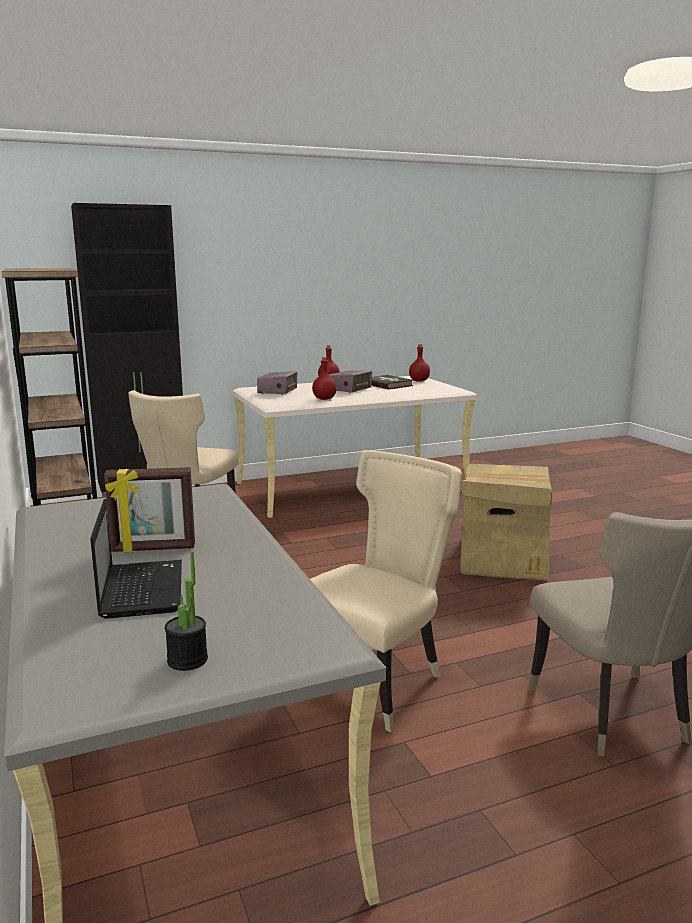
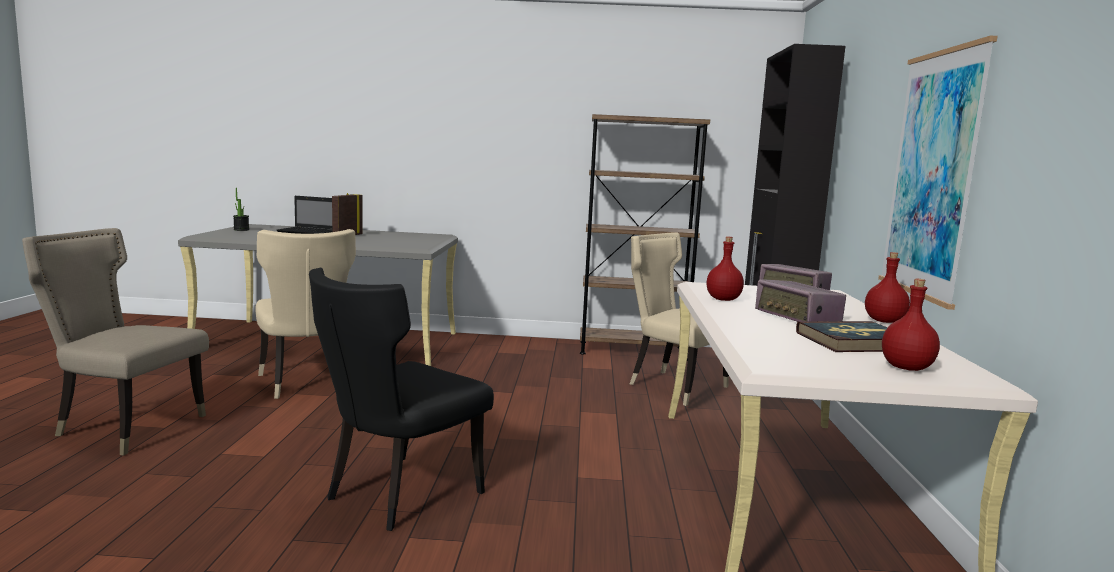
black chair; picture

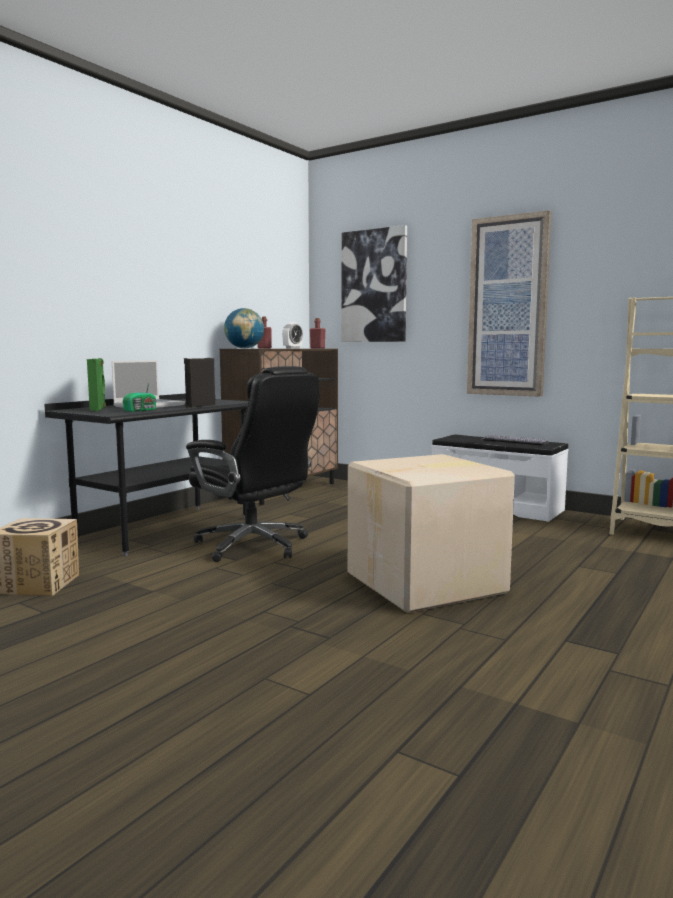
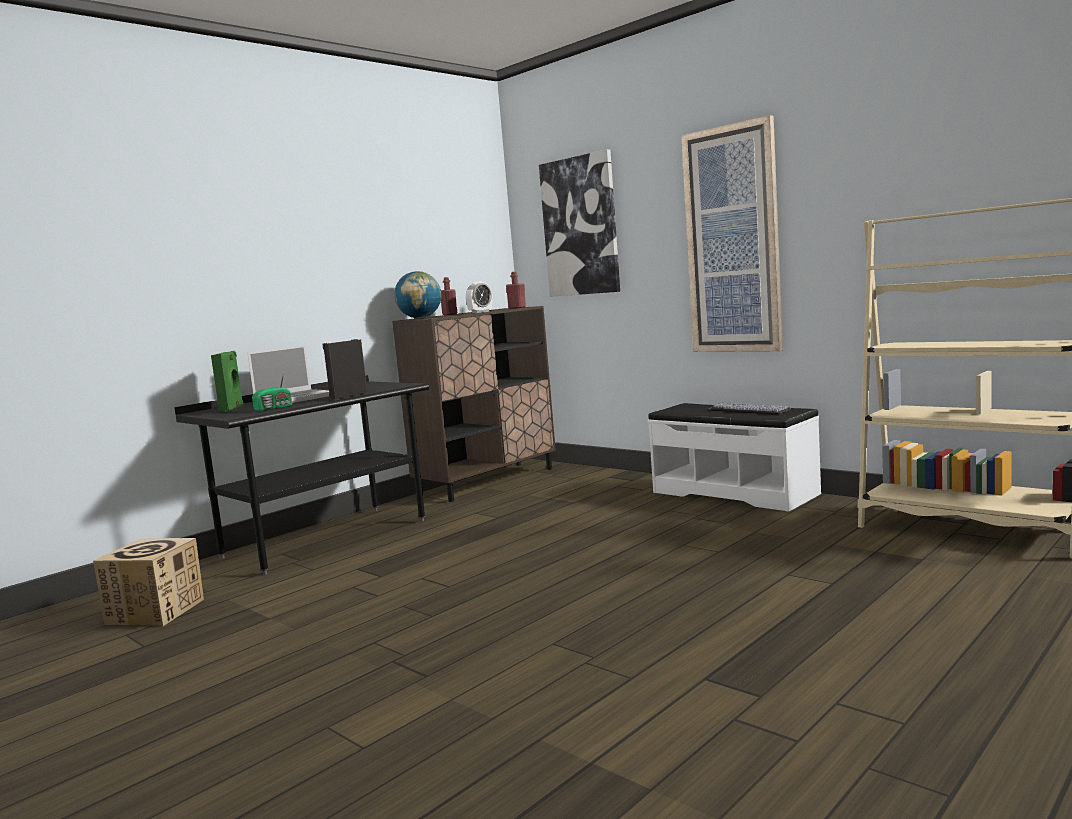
black office chair; cardboard box (2nd from left in the first image)

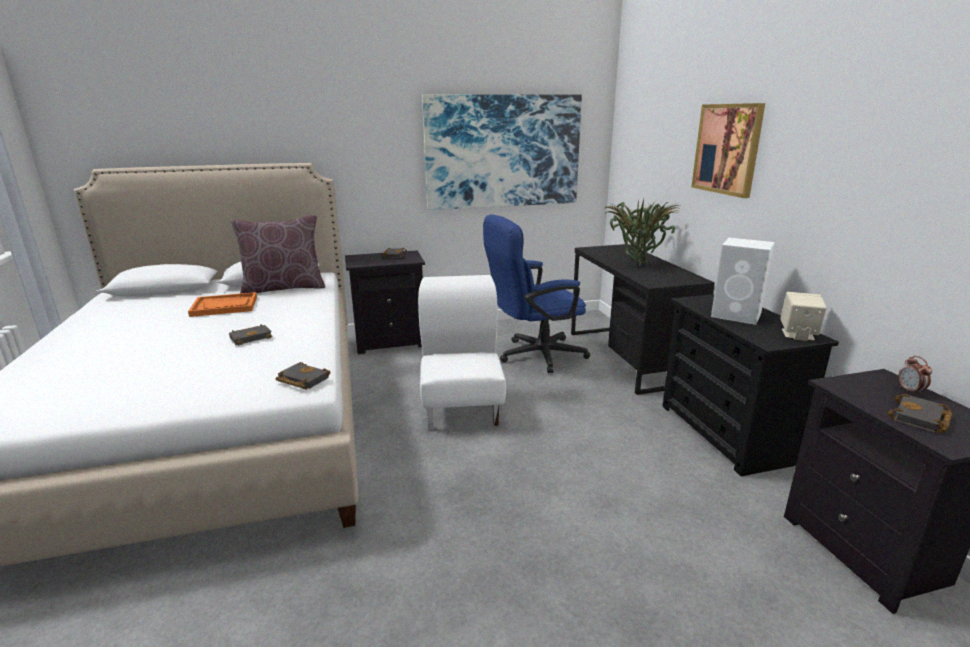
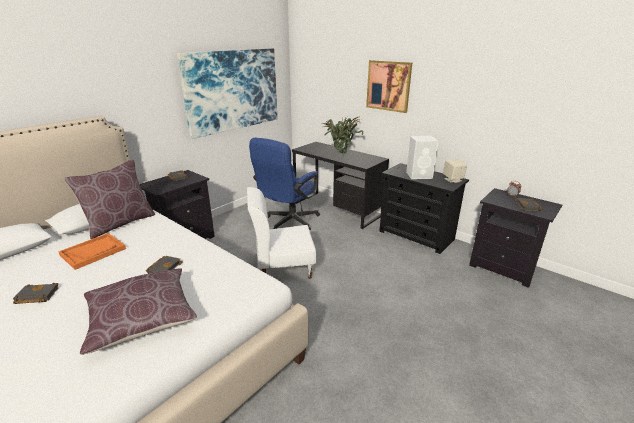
black book (1st from left); white chair; brown pillow (2nd from left)

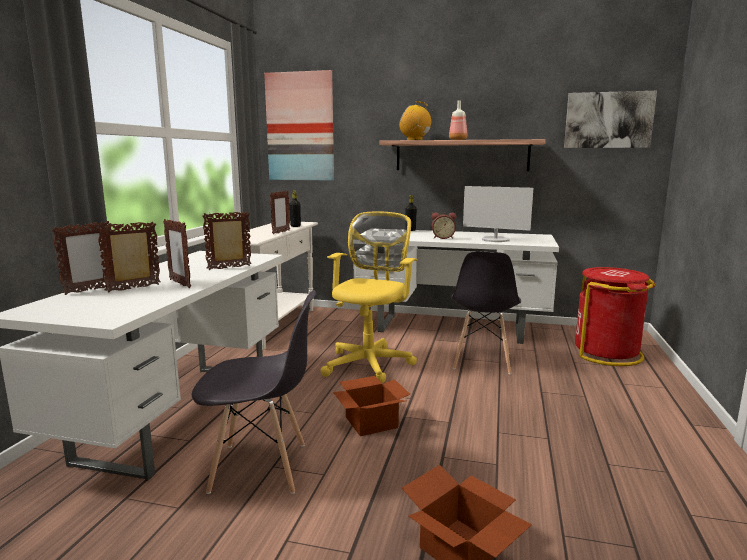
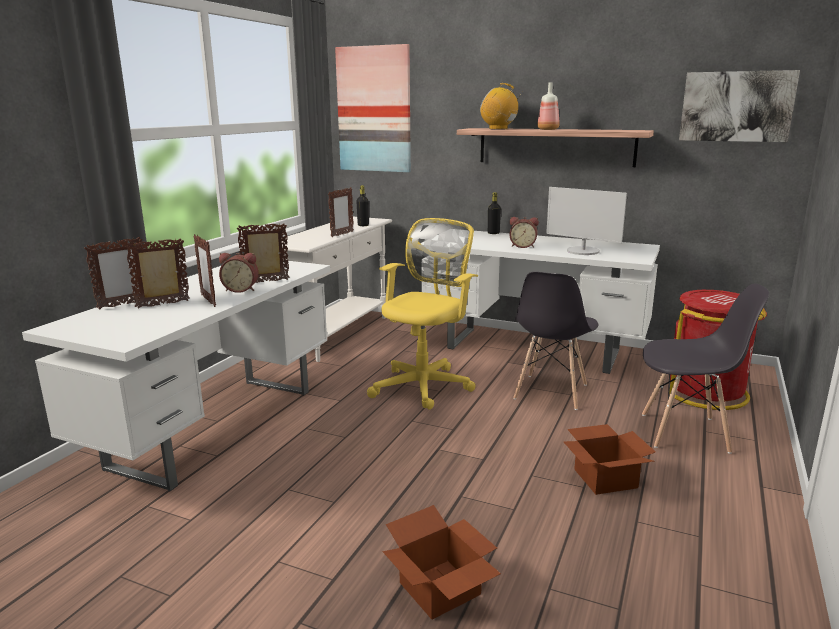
grey chair (2nd from left); cardboard box (2nd from left); alarm clock (1st from left)

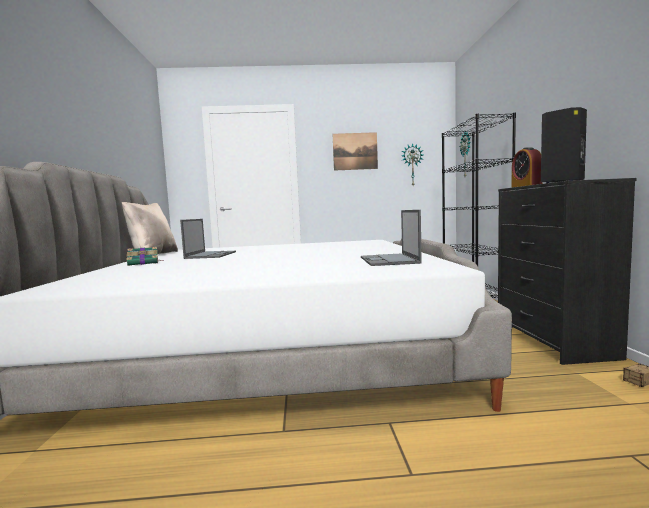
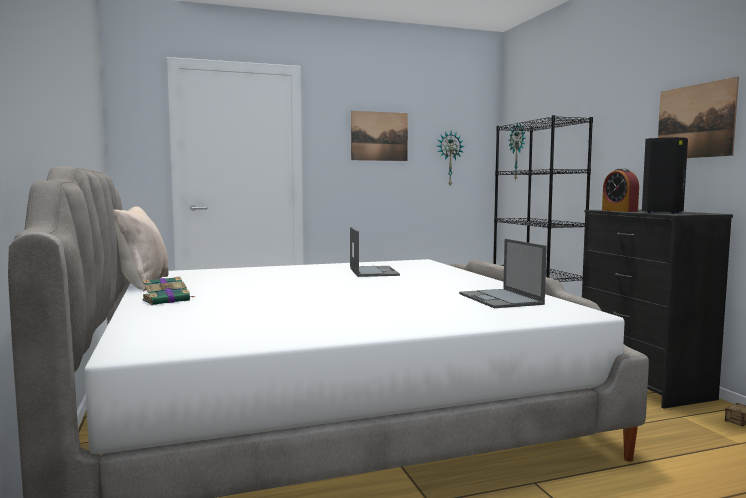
laptop (1st from left); picture (2nd from left)

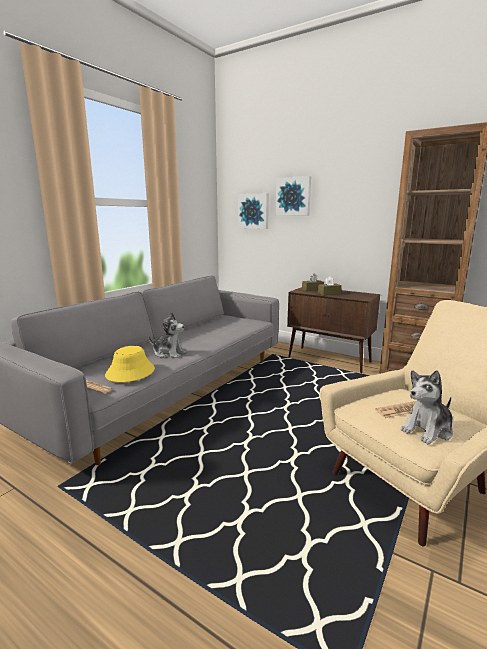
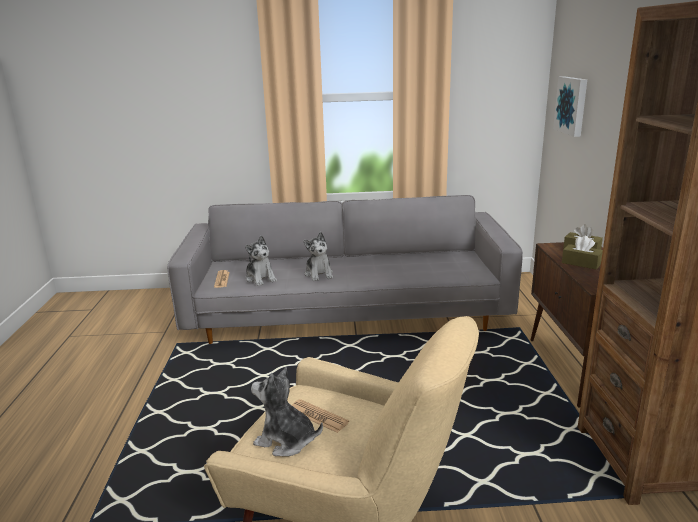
plush toy (1st from left); picture (2nd from left in the first image)

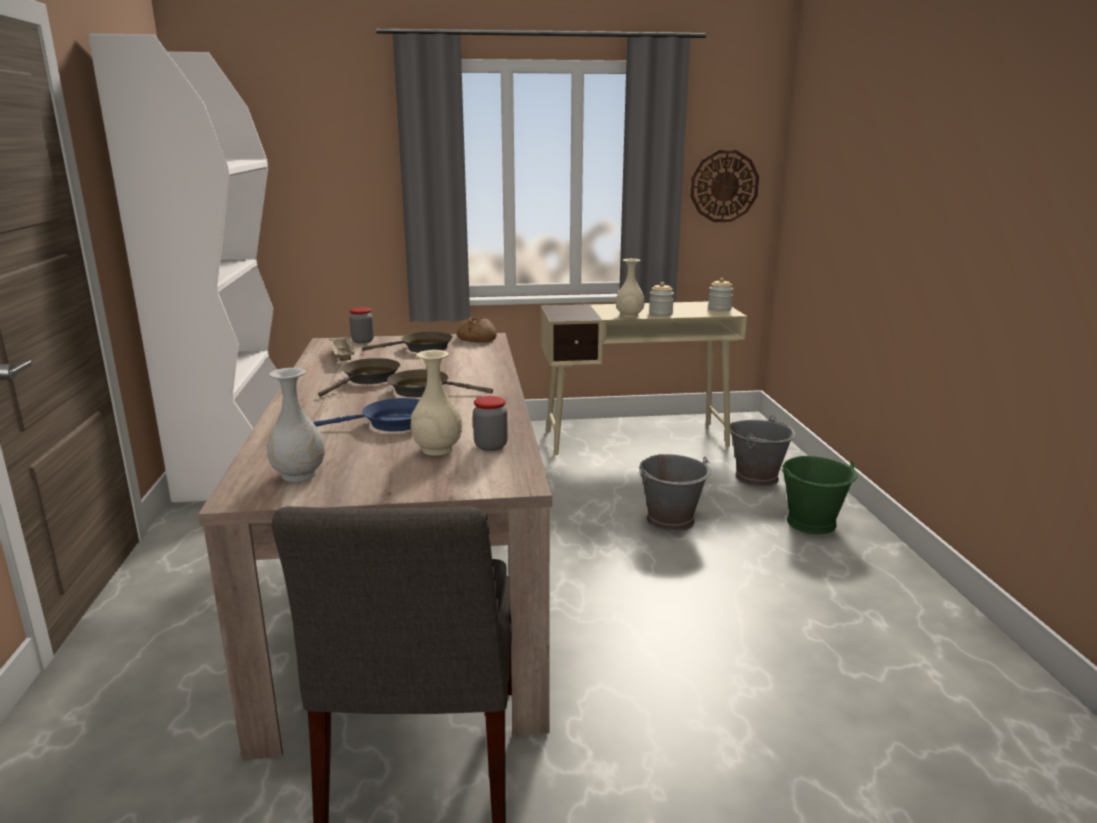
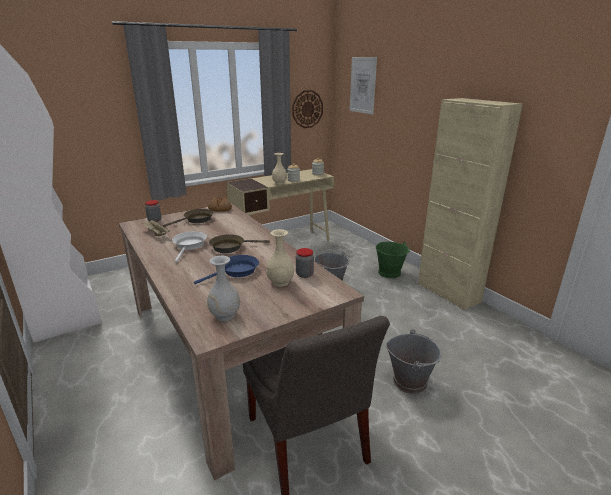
white frying pan; grey bucket (2nd from left); picture; beige cabinet

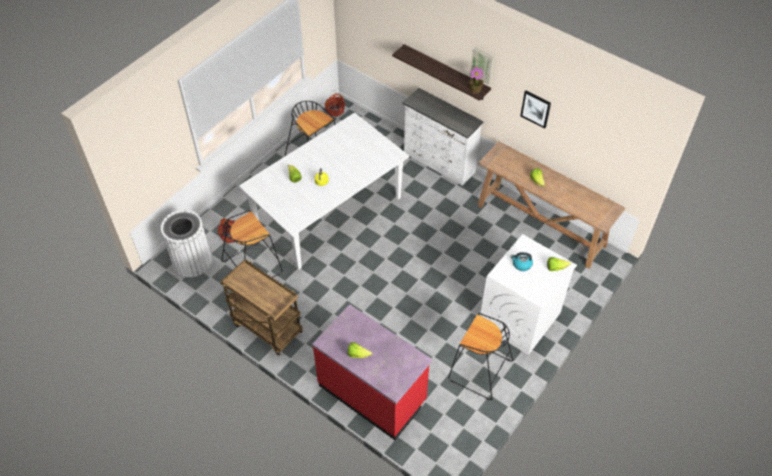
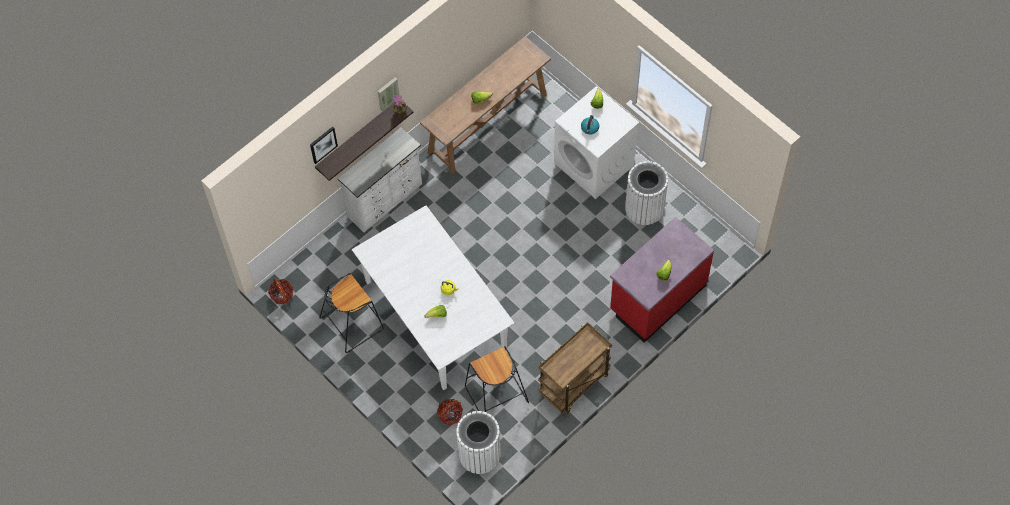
white trash can (2nd from left); picture (1st from left)

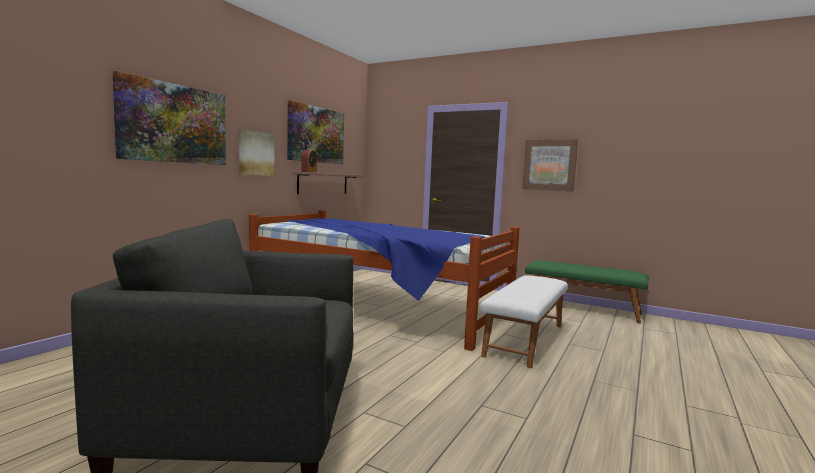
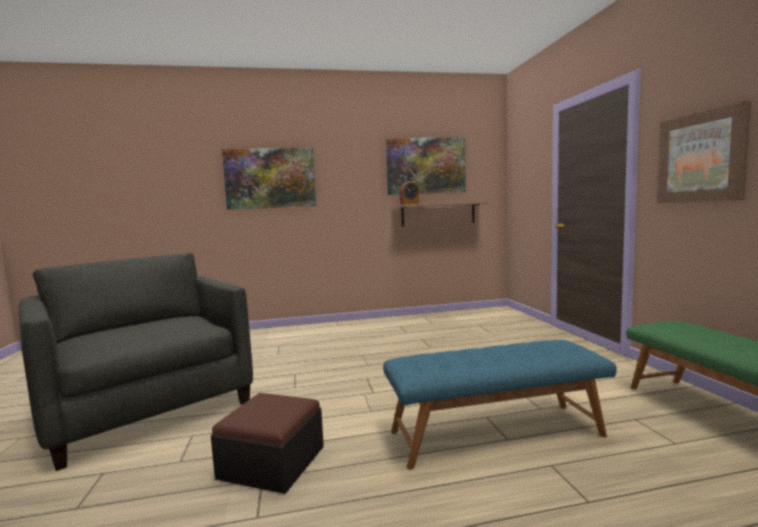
picture (2nd from left in the first image); bed; blue bench; ottoman

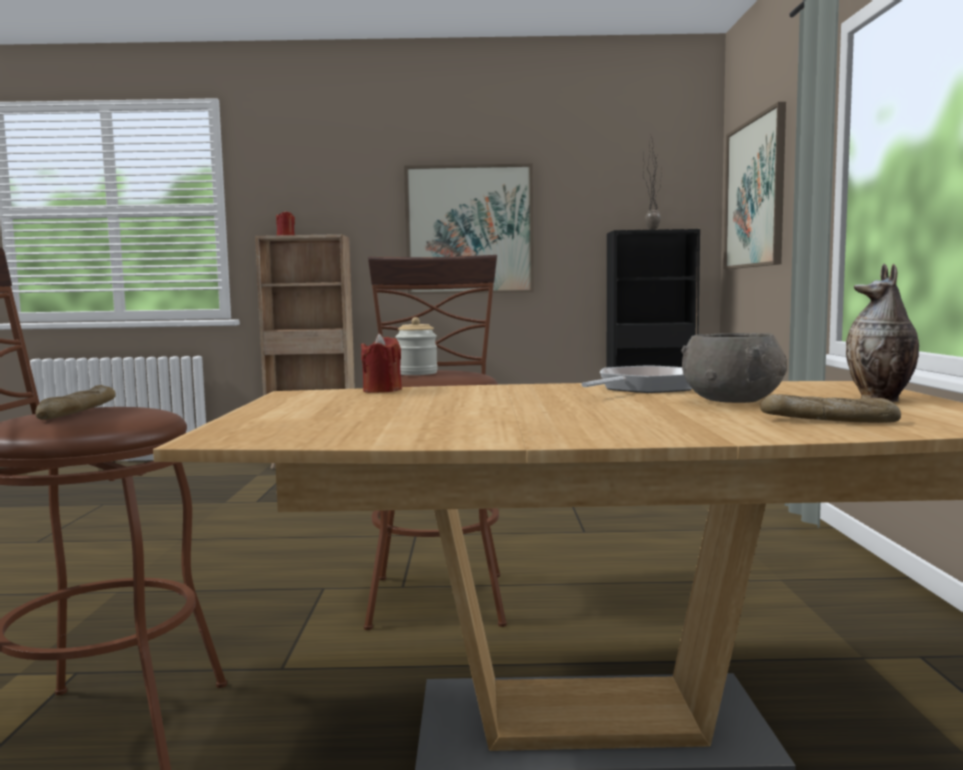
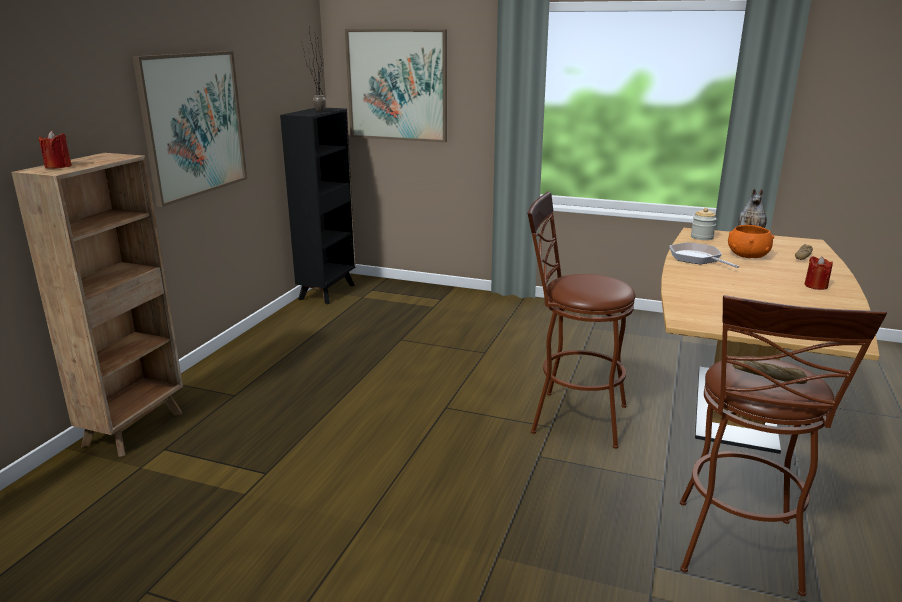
red candle (2nd from left); jar; orange bowl

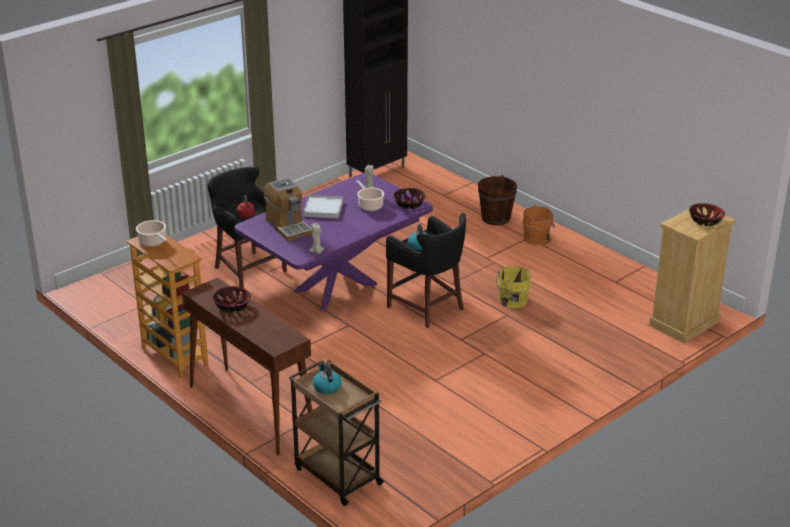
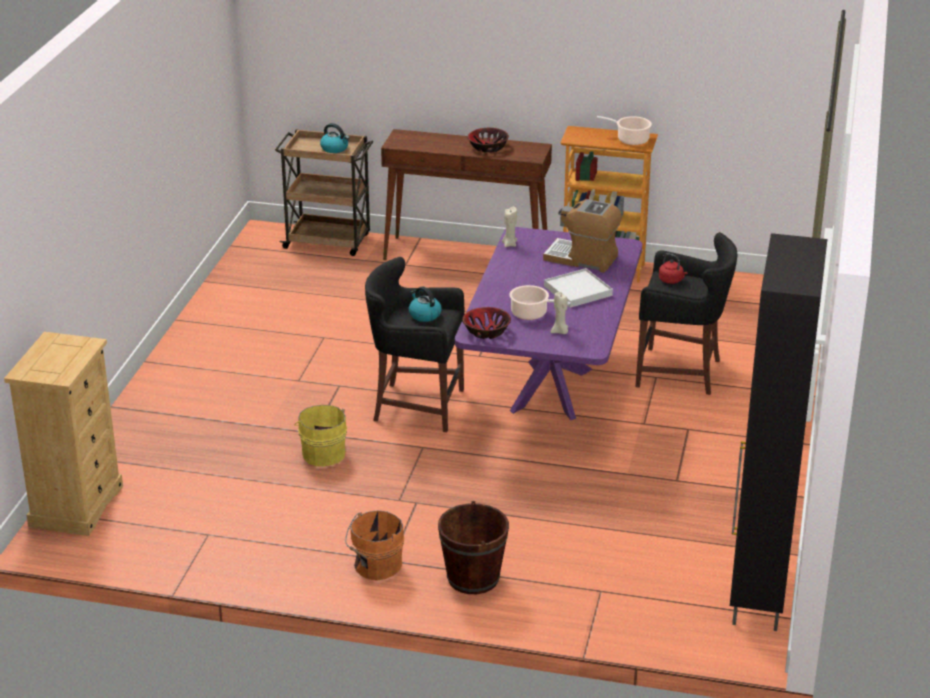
bowl (3rd from left in the first image)

